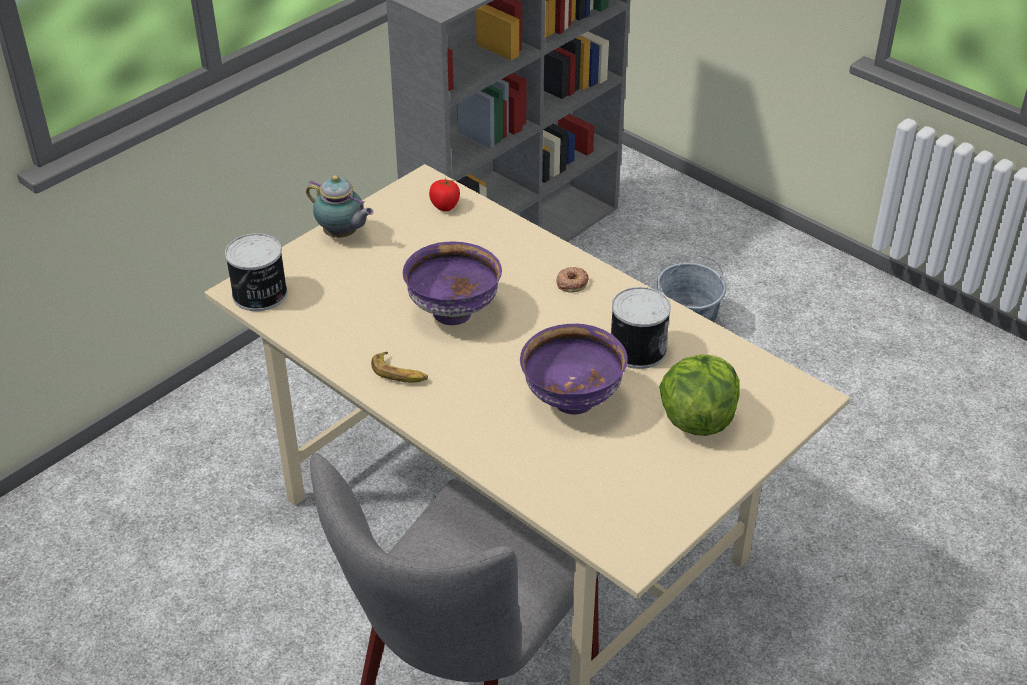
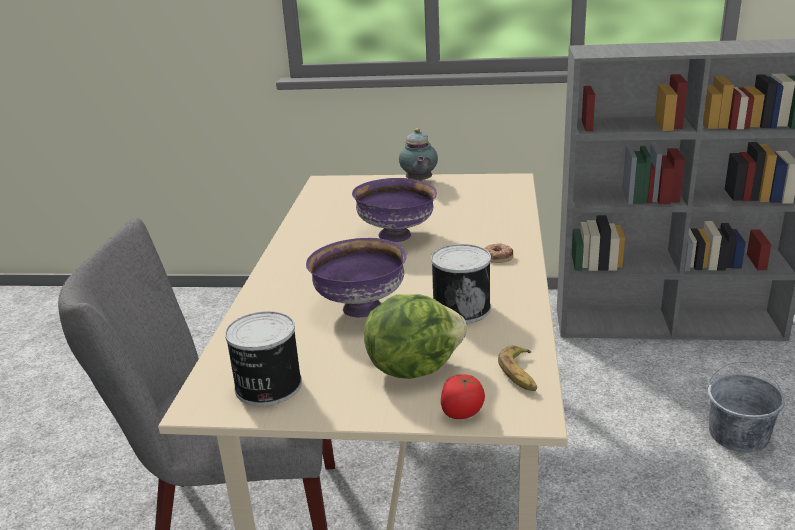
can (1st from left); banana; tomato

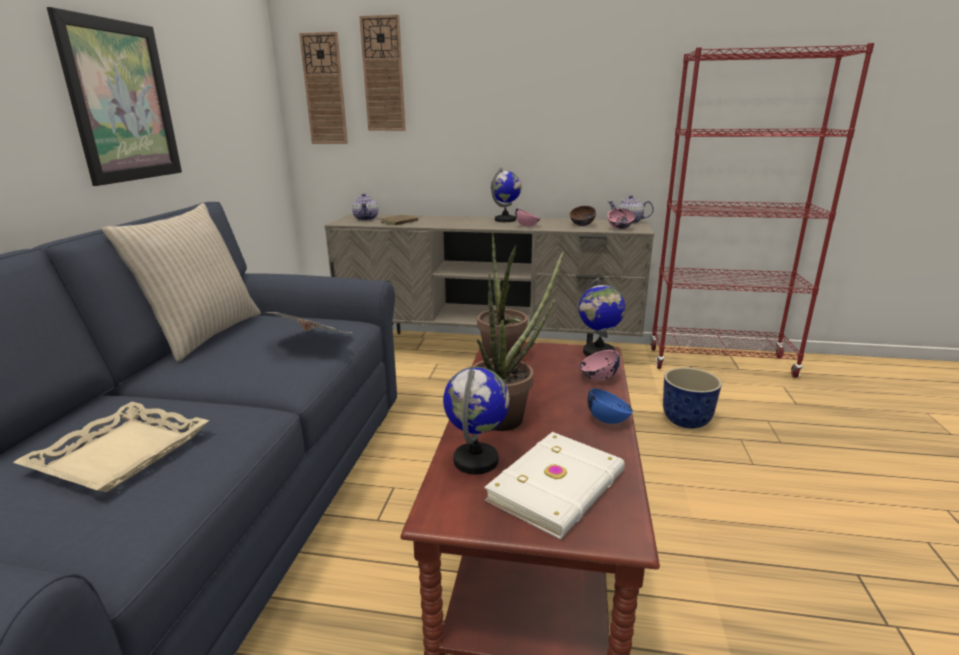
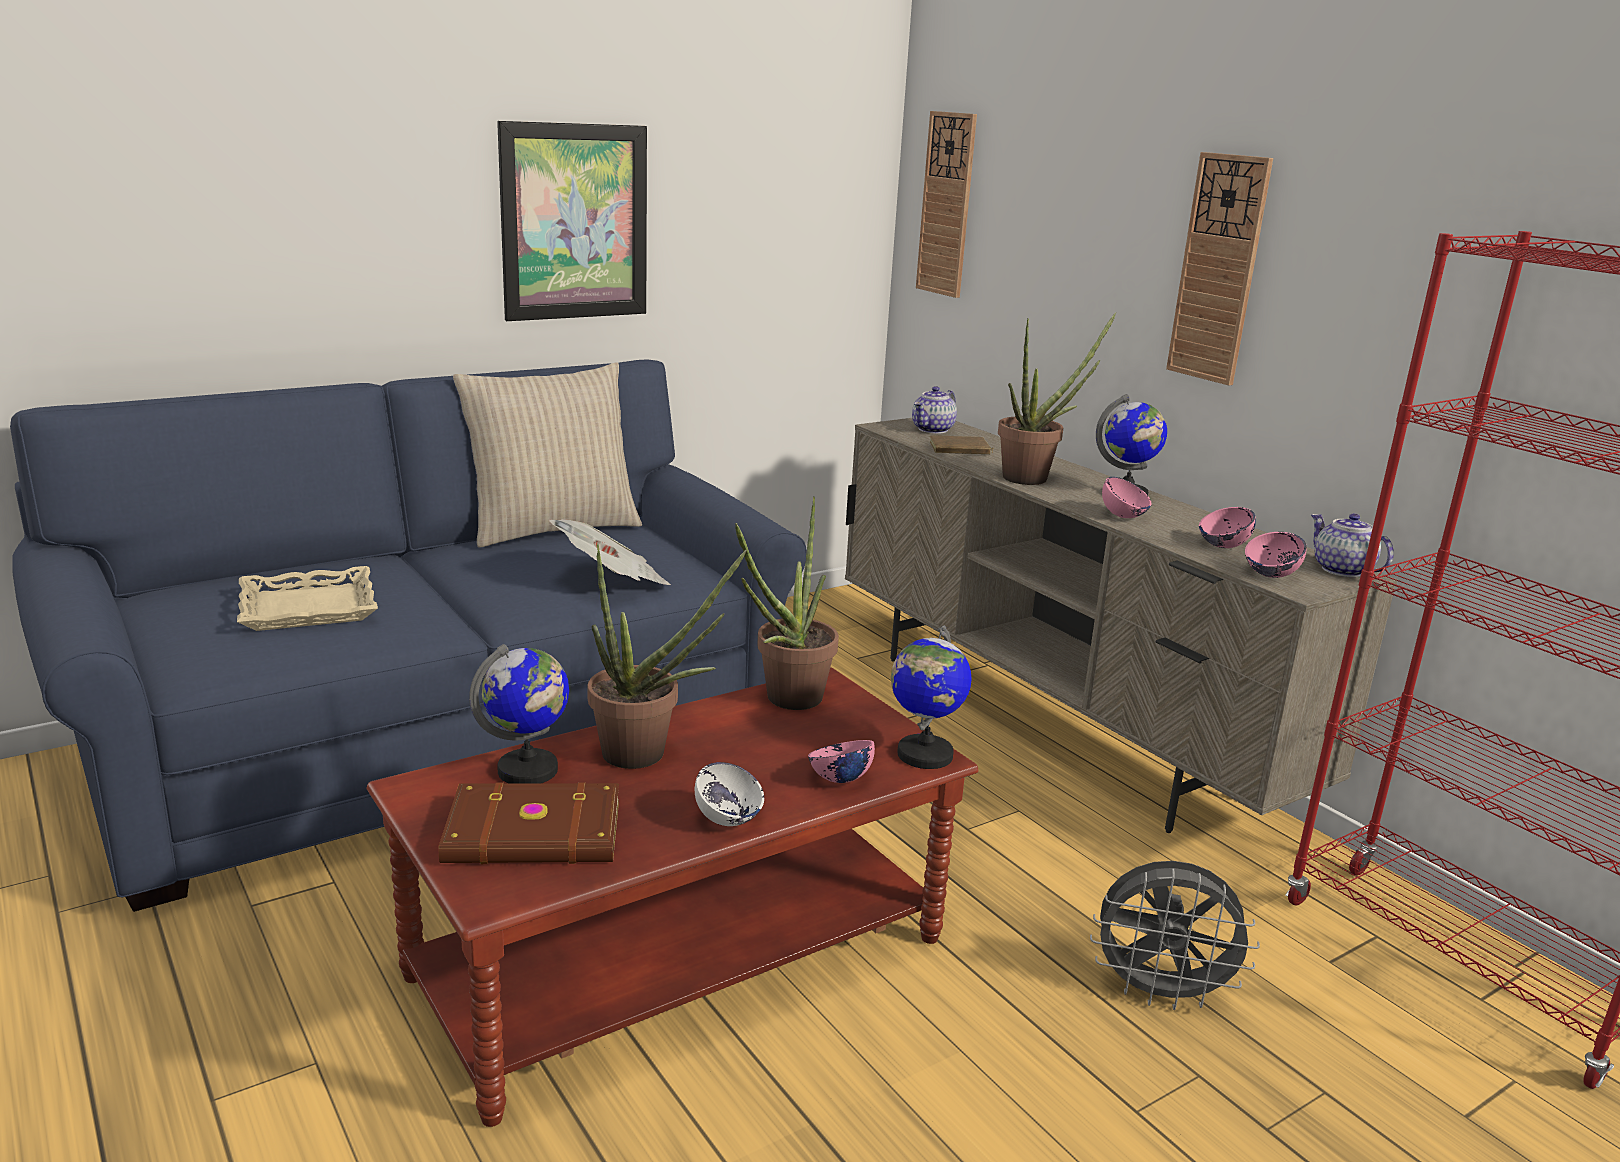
wall clock (2nd from left); brown book (1st from left); pink bowl (3rd from left); white bowl; grey fan; potted plant (3rd from left)

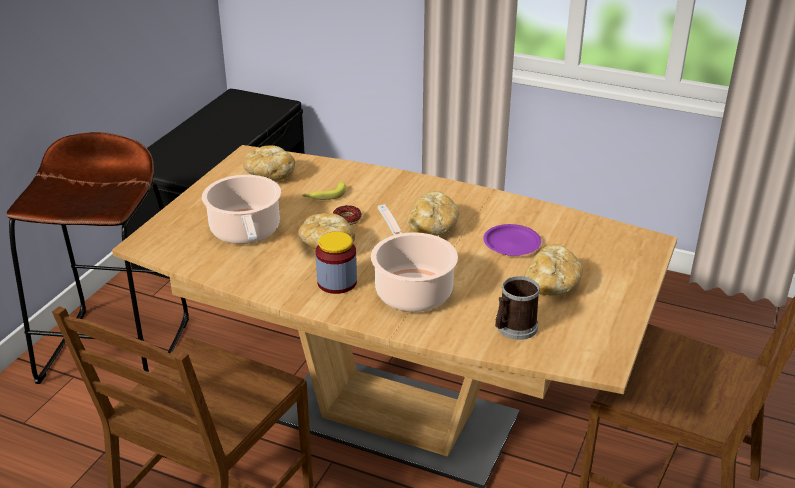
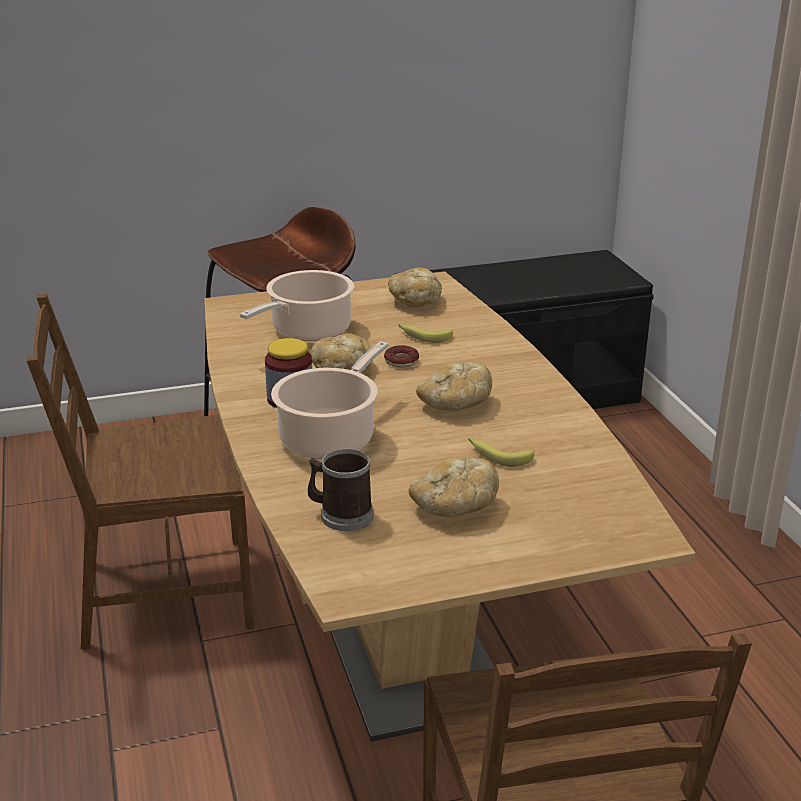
banana (2nd from left)

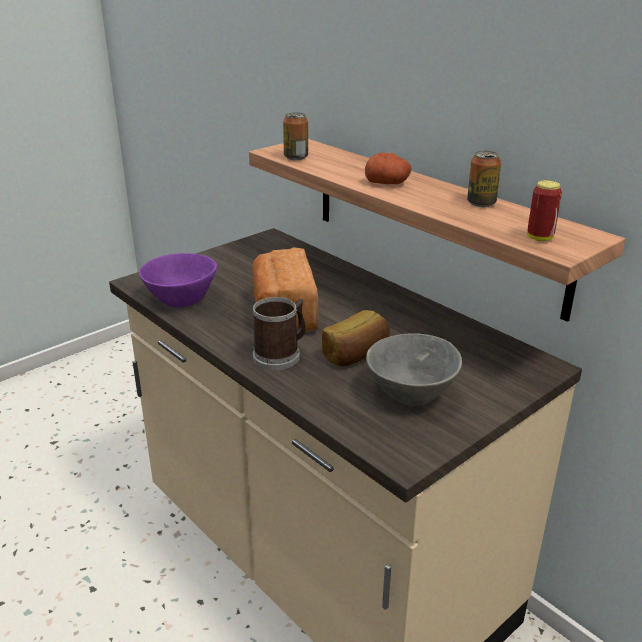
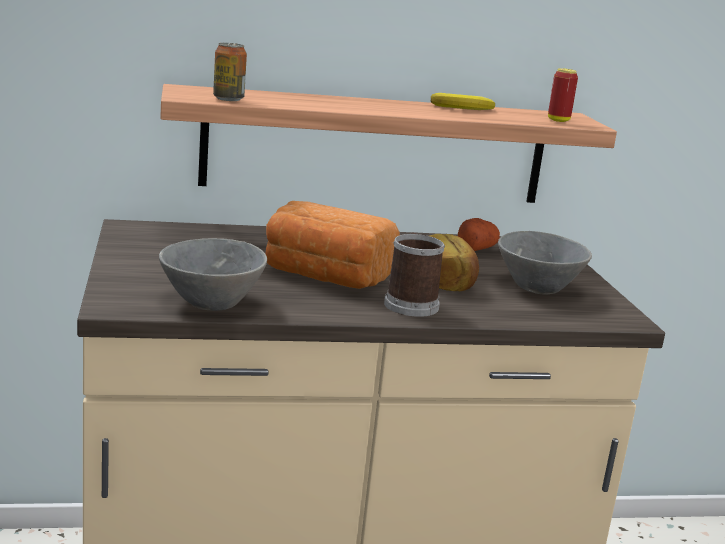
grey bowl (1st from left); potato; banana

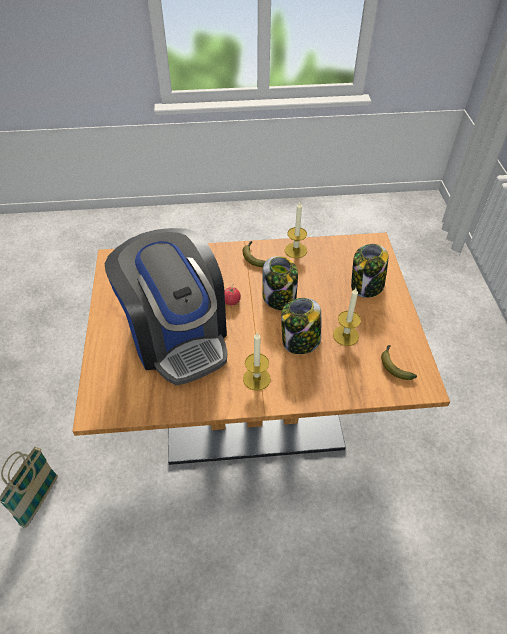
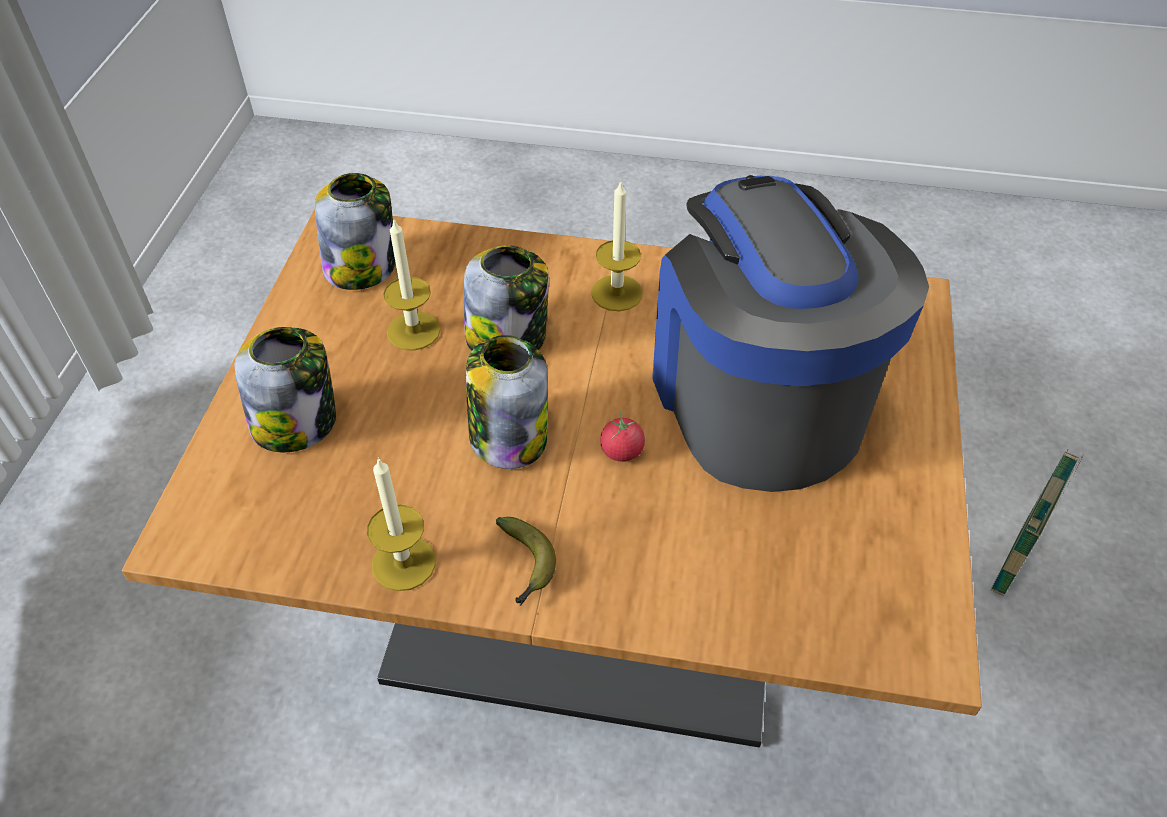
jar (2nd from left)

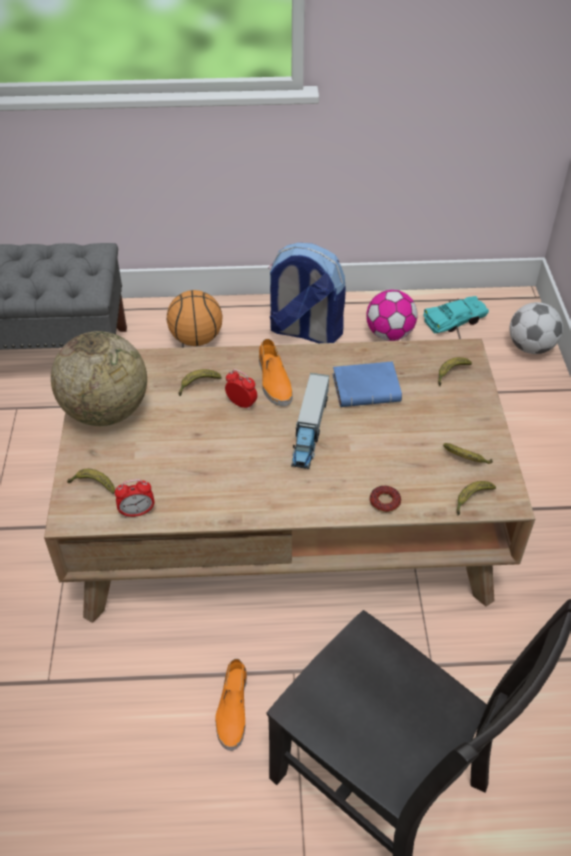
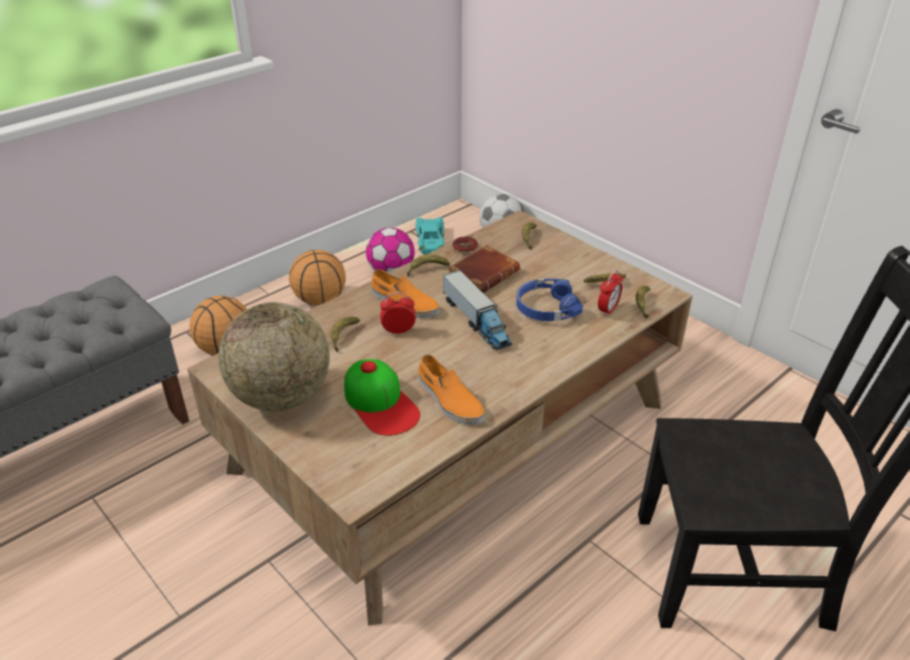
banana (2nd from left); alarm clock (2nd from left); orange shoe (2nd from left); basketball (2nd from left); brown book; donut; turquoise toy car; cap; blue headphones

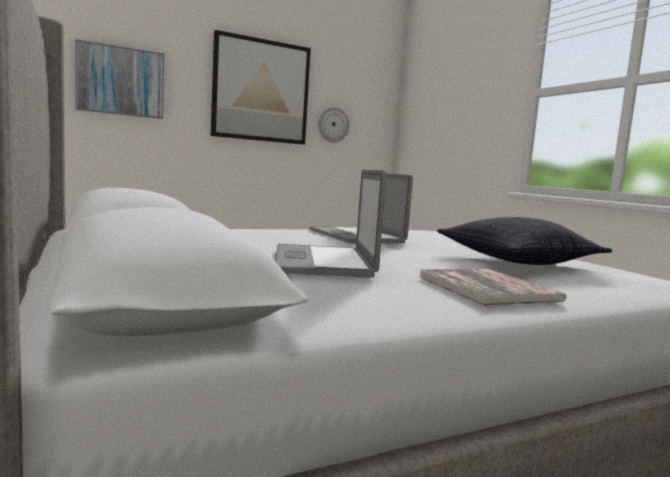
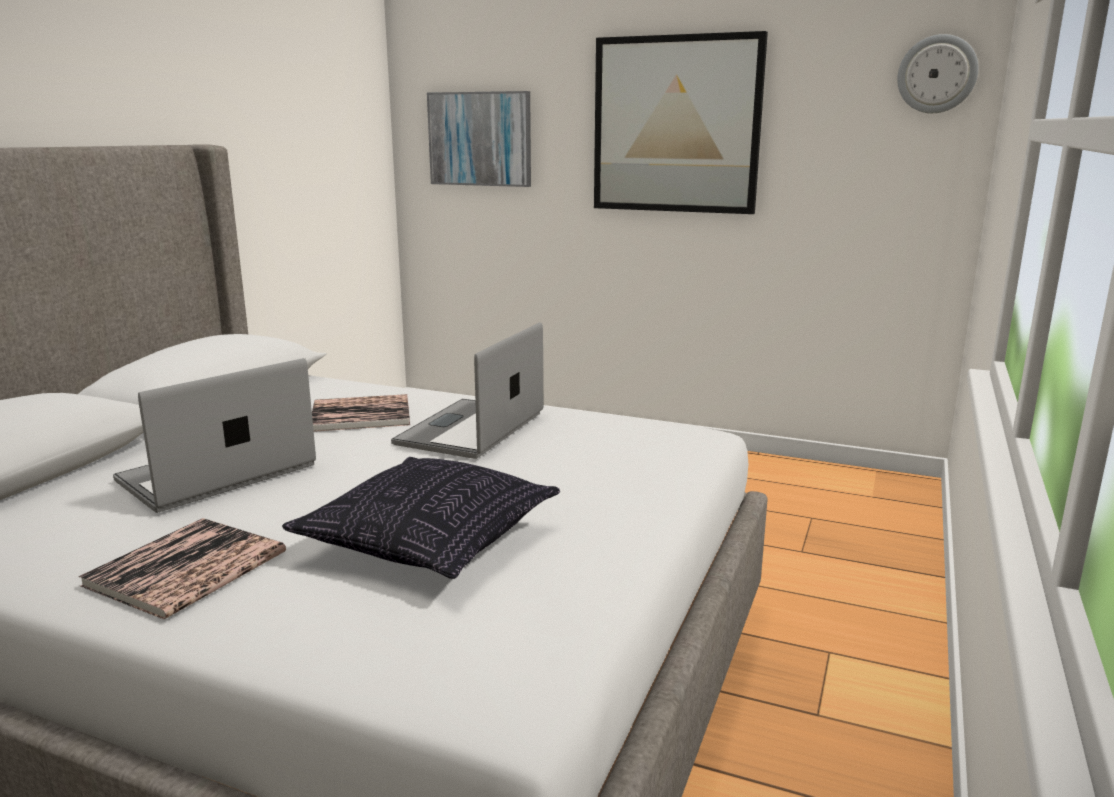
wall clock; book (2nd from left)

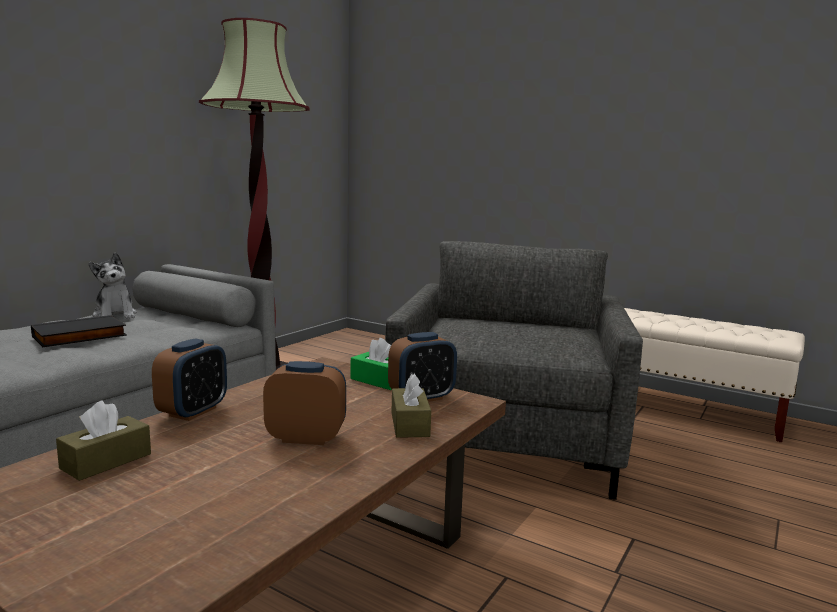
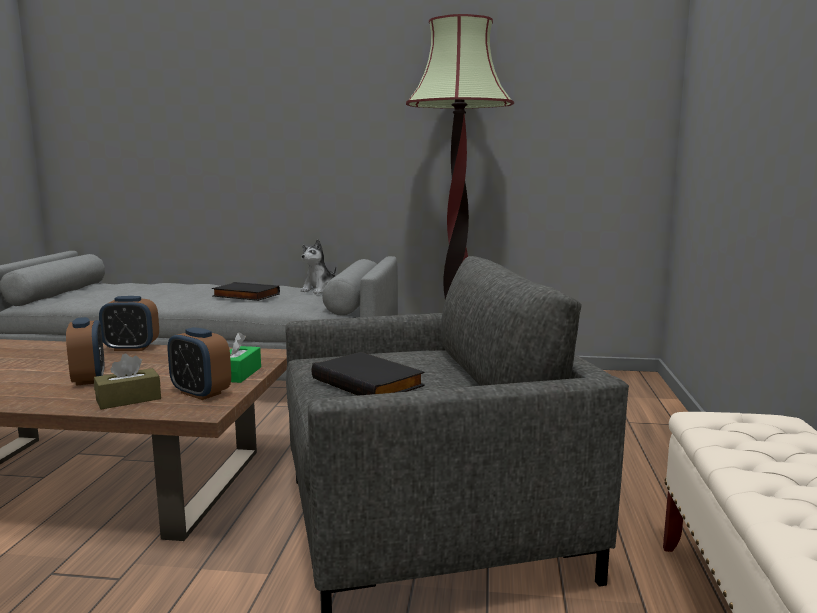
brown tissue box (1st from left in the first image); black book (2nd from left)

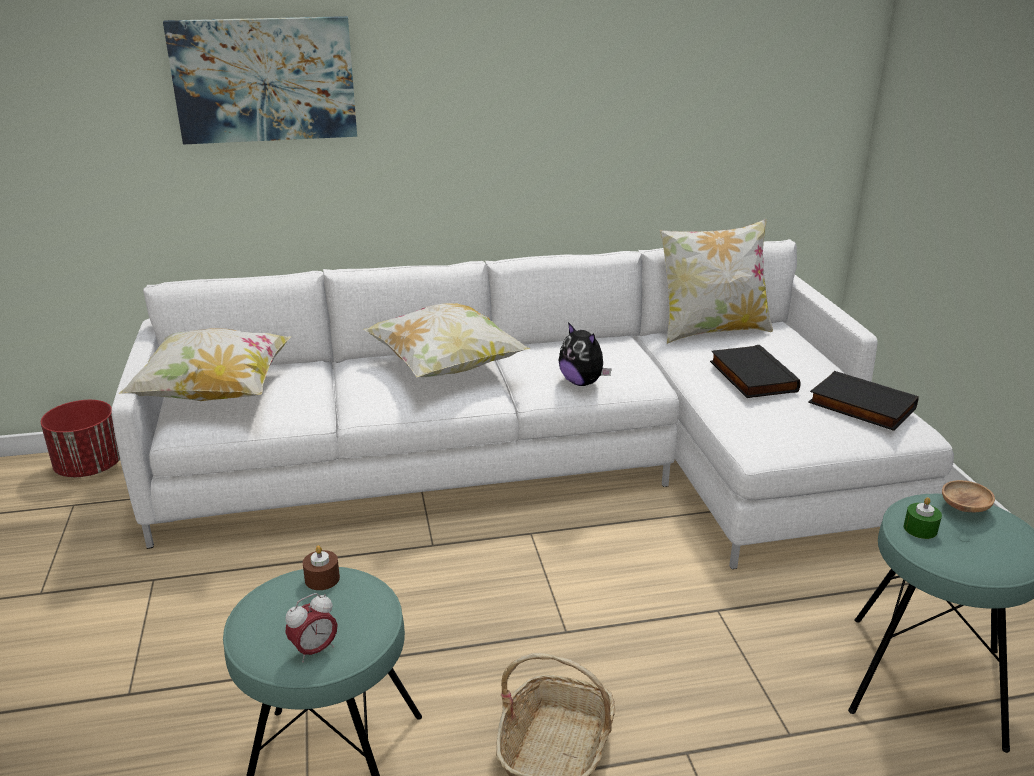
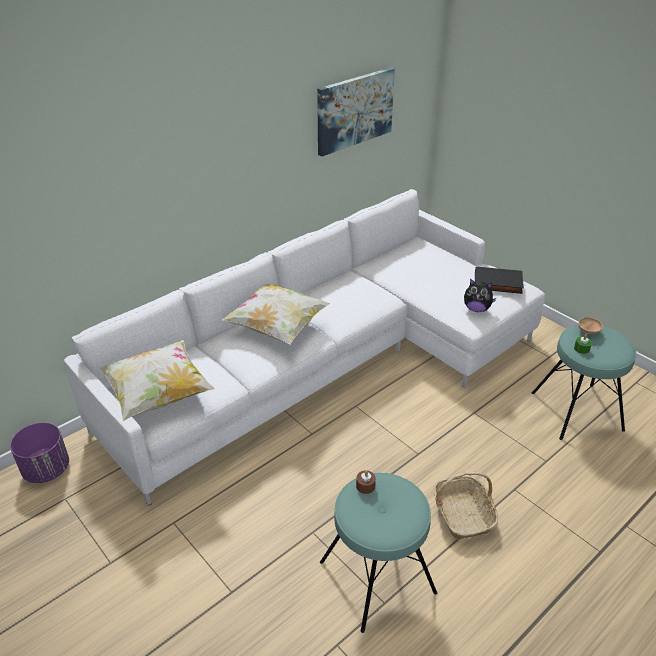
purple planter; picture; alarm clock; plush toy; pillow (3rd from left in the first image); black book (1st from left in the first image)

